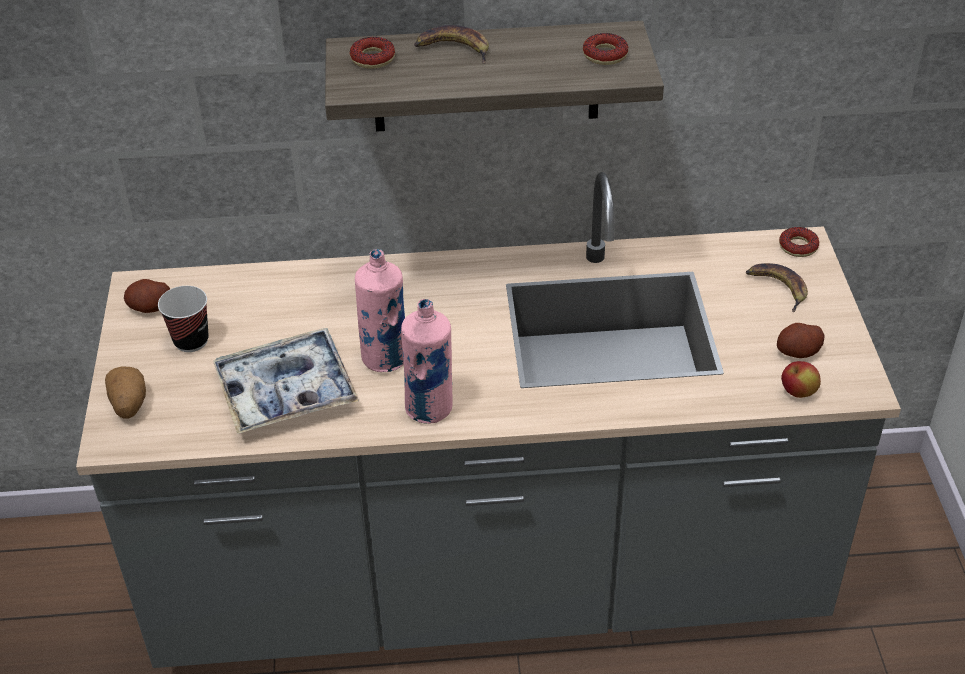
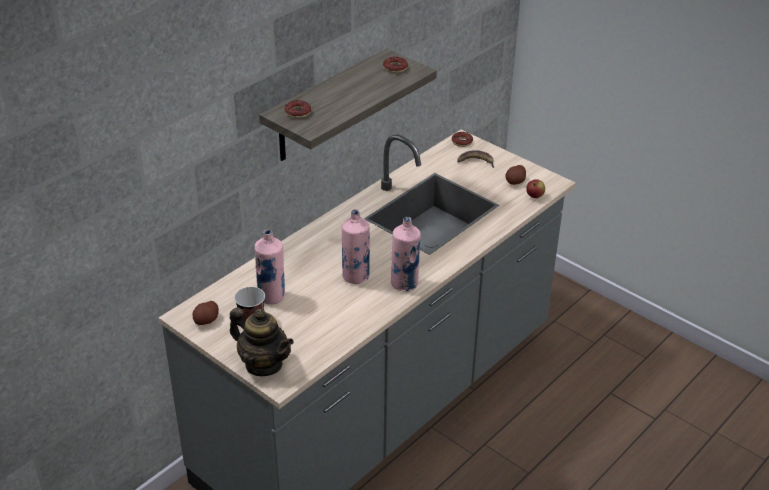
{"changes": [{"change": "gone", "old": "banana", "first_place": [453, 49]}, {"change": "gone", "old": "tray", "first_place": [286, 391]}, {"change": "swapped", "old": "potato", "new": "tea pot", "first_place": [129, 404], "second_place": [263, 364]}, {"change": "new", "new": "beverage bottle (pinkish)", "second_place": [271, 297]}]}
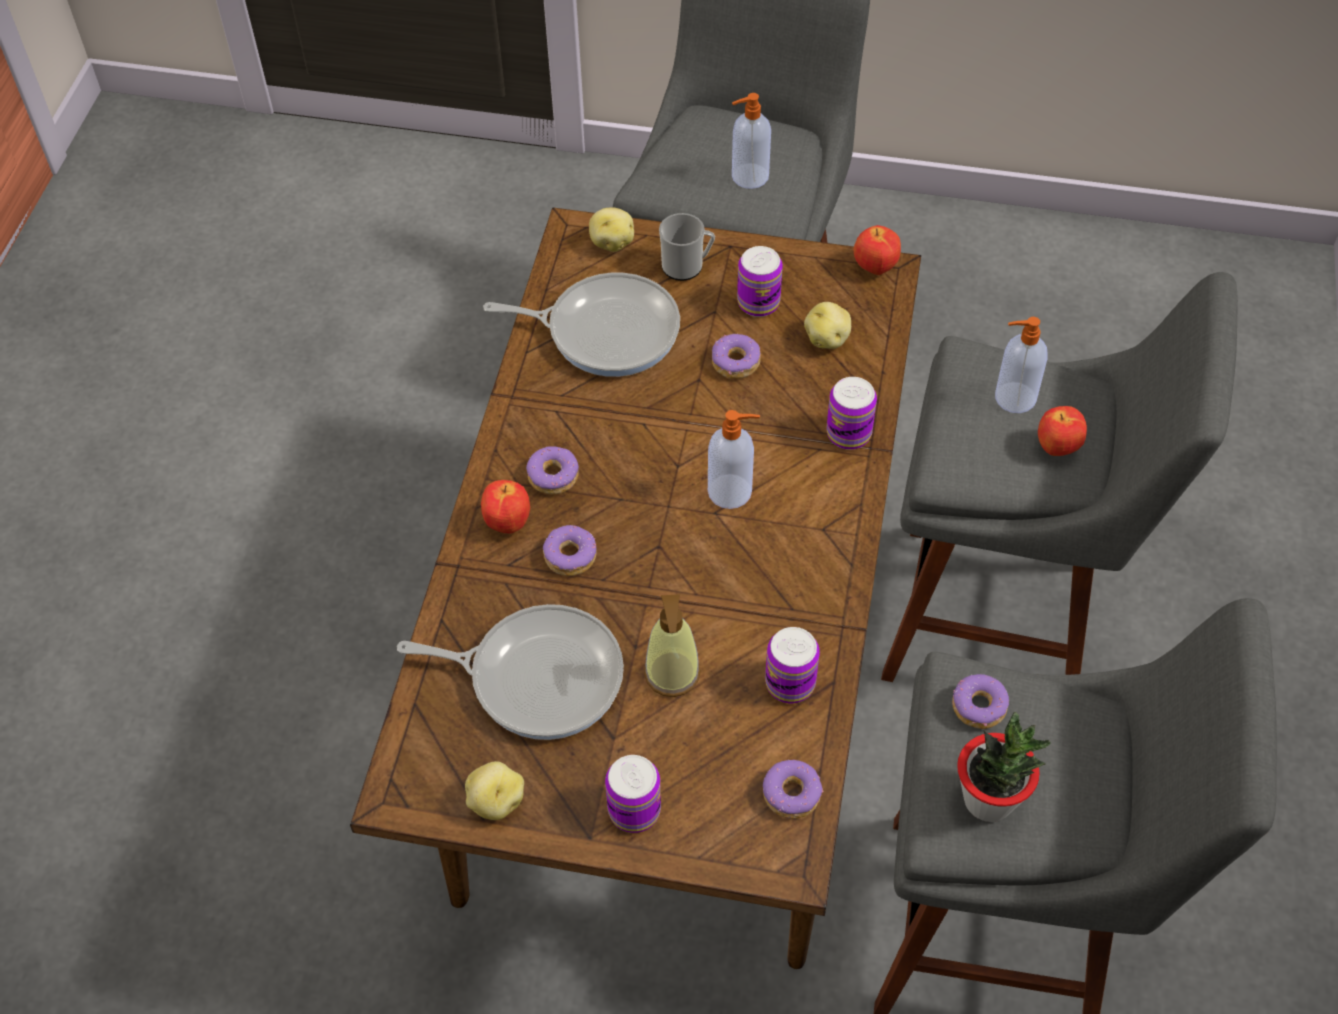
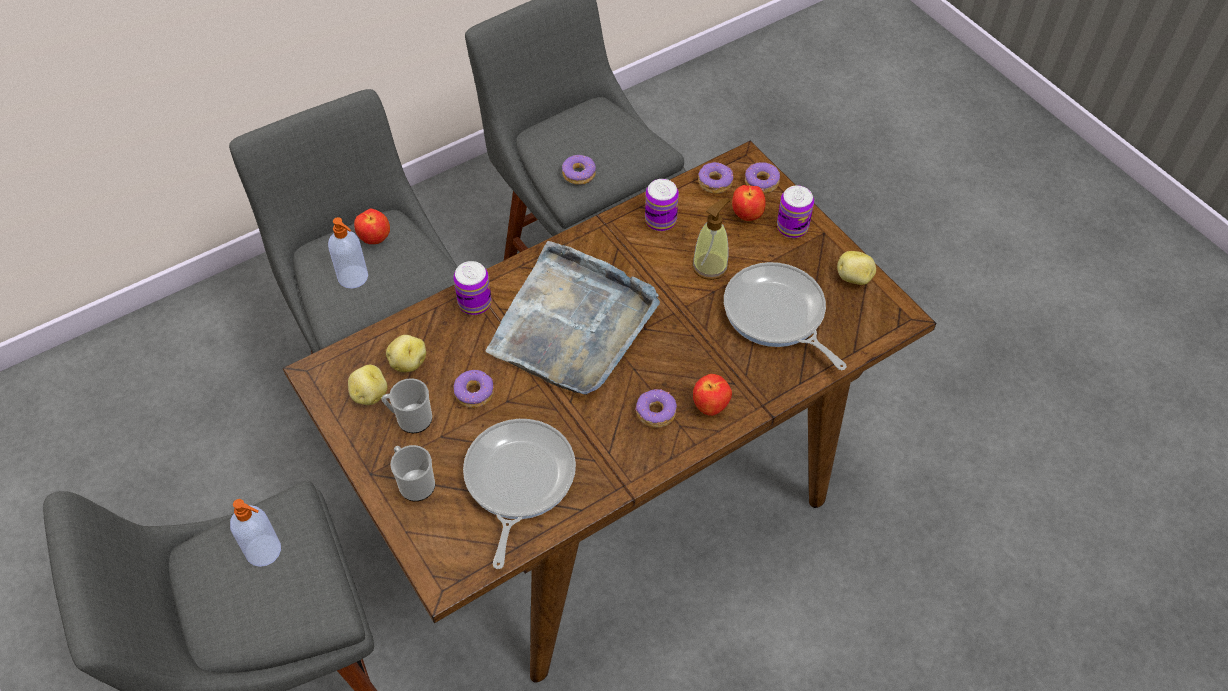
{"changes": [{"change": "shifted", "old": "potato", "first_place": [612, 242], "second_place": [369, 395]}, {"change": "shifted", "old": "apple fruit", "first_place": [874, 268], "second_place": [747, 215]}, {"change": "swapped", "old": "metal can", "new": "tea mug", "first_place": [758, 303], "second_place": [410, 419]}, {"change": "rotated", "old": "pan", "first_place": [606, 330], "second_place": [517, 481], "degrees": 45}, {"change": "swapped", "old": "liquid soap bottle", "new": "tray (gray)", "first_place": [731, 491], "second_place": [573, 324]}, {"change": "shifted", "old": "ring doughnut", "first_place": [570, 556], "second_place": [761, 183]}, {"change": "gone", "old": "potted plant", "first_place": [989, 800]}]}
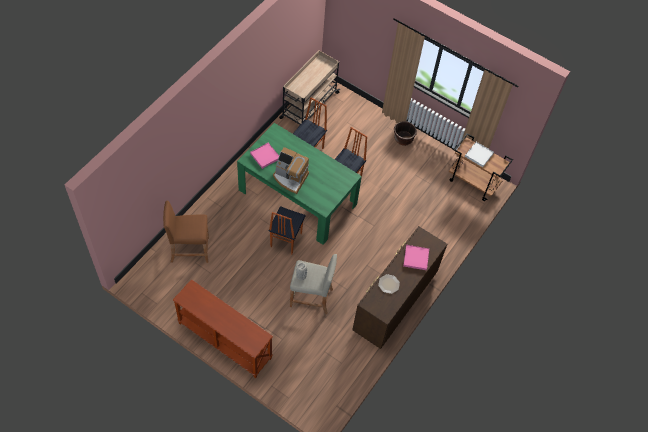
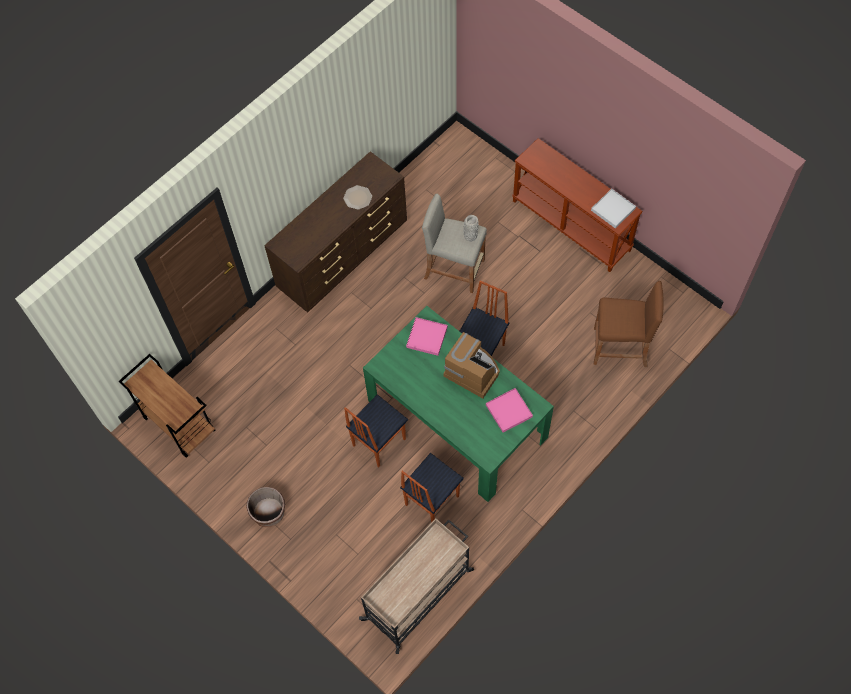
{"changes": [{"change": "shifted", "old": "tray (white)", "first_place": [479, 155], "second_place": [613, 209]}, {"change": "shifted", "old": "tray (pinkish)", "first_place": [416, 258], "second_place": [426, 337]}]}
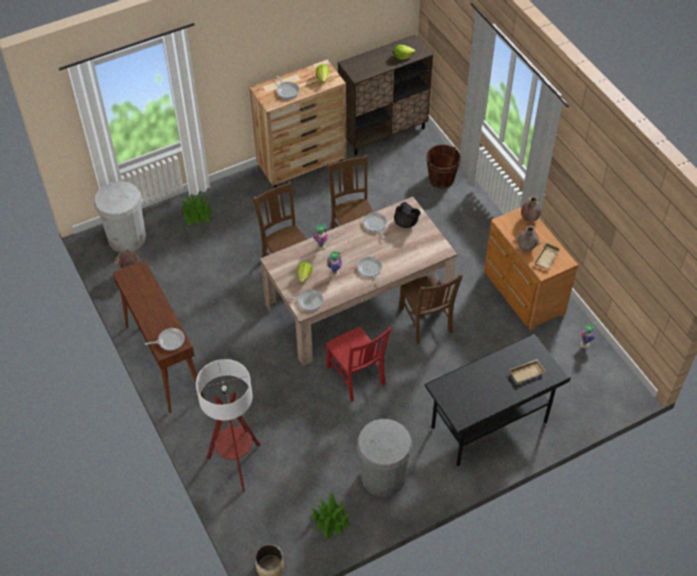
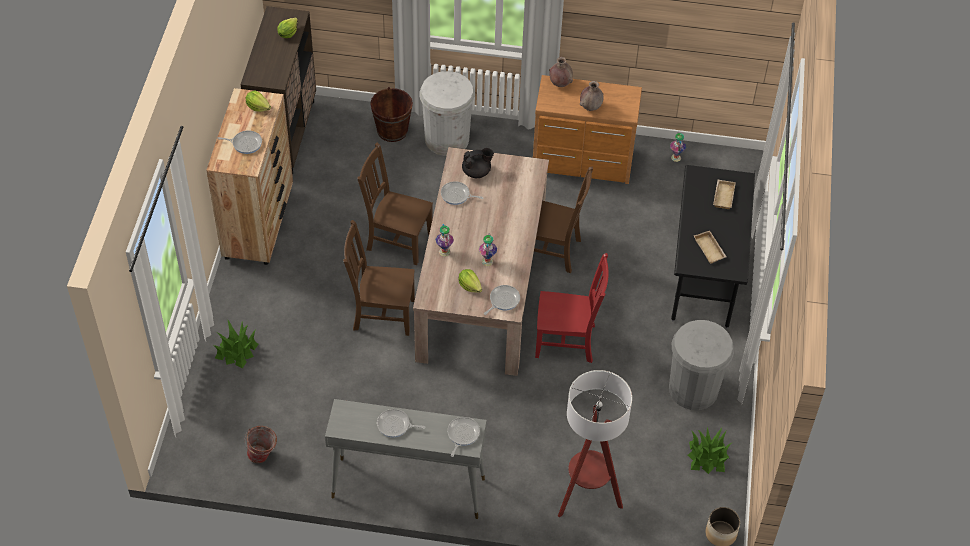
{"changes": [{"change": "shifted", "old": "rubbish bin (white)", "first_place": [127, 238], "second_place": [447, 139]}, {"change": "shifted", "old": "tray (beige)", "first_place": [547, 258], "second_place": [710, 249]}, {"change": "shifted", "old": "pan", "first_place": [370, 269], "second_place": [395, 425]}, {"change": "repainted", "old": "narrow table (brown-coloured)", "new": "narrow table (gray)", "first_place": [164, 361], "second_place": [407, 488]}]}
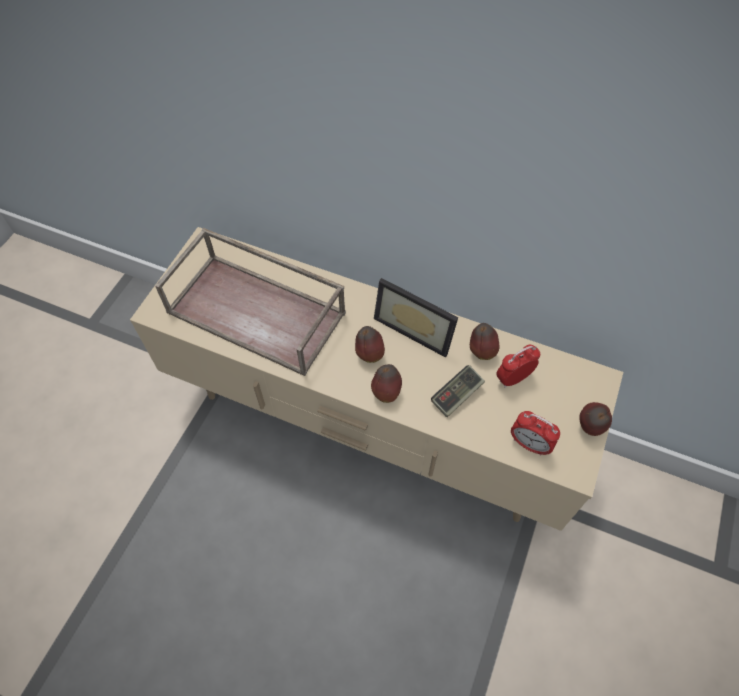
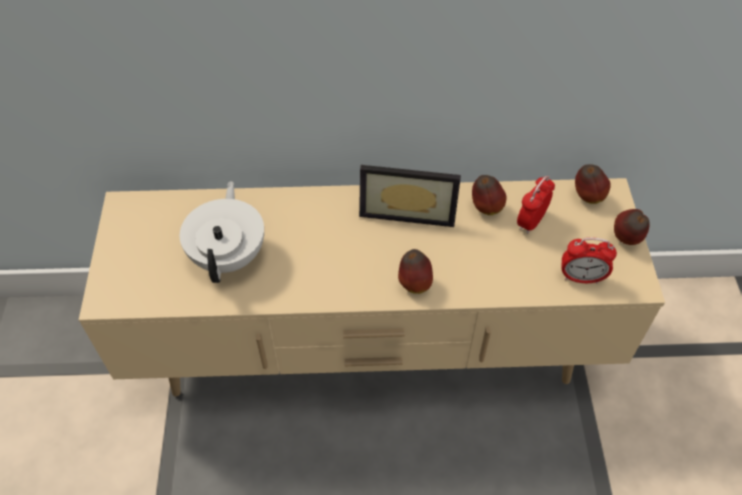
{"changes": [{"change": "swapped", "old": "tray (brown-coloured)", "new": "tea pot (white)", "first_place": [258, 312], "second_place": [229, 255]}, {"change": "shifted", "old": "apple fruit", "first_place": [369, 354], "second_place": [587, 197]}, {"change": "gone", "old": "joypad", "first_place": [457, 395]}]}
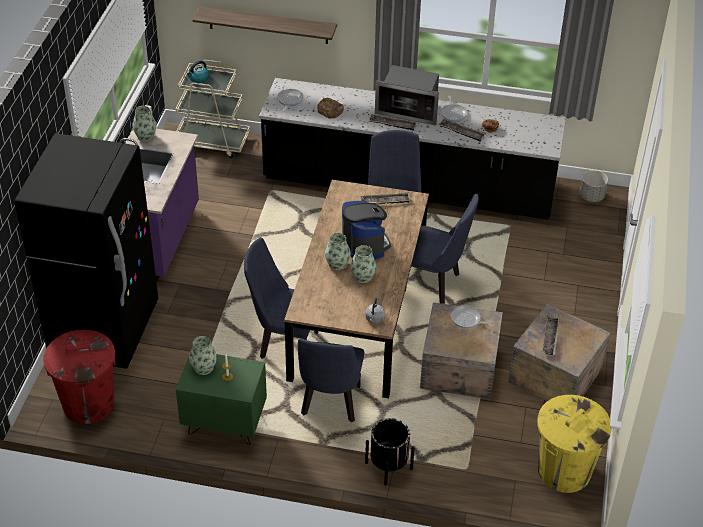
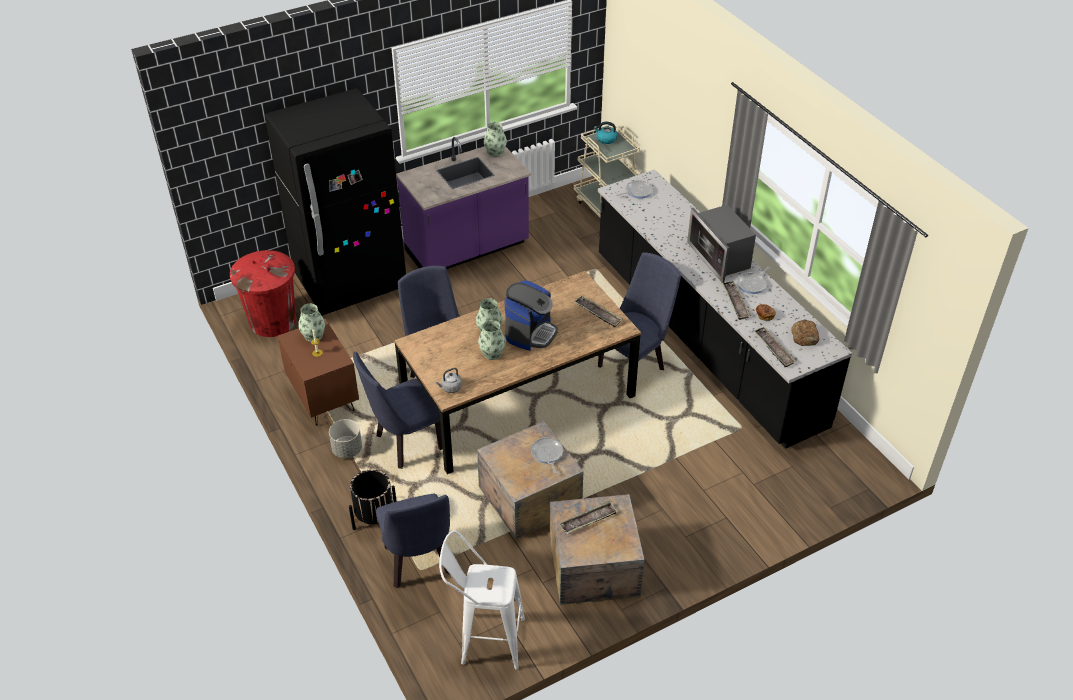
{"changes": [{"change": "gone", "old": "bracket shelf", "first_place": [268, 25]}, {"change": "shifted", "old": "baked bread", "first_place": [330, 110], "second_place": [805, 336]}, {"change": "shifted", "old": "tray", "first_place": [392, 124], "second_place": [774, 349]}, {"change": "shifted", "old": "plant pot (gray)", "first_place": [591, 196], "second_place": [347, 449]}, {"change": "shifted", "old": "plain chair (blue)", "first_place": [436, 284], "second_place": [419, 565]}, {"change": "repainted", "old": "bedside table (greenish)", "new": "bedside table (brown-coloured)", "first_place": [224, 424], "second_place": [323, 399]}, {"change": "swapped", "old": "rubbish bin (yellow-coloured)", "new": "stool (white)", "first_place": [564, 471], "second_place": [484, 639]}]}
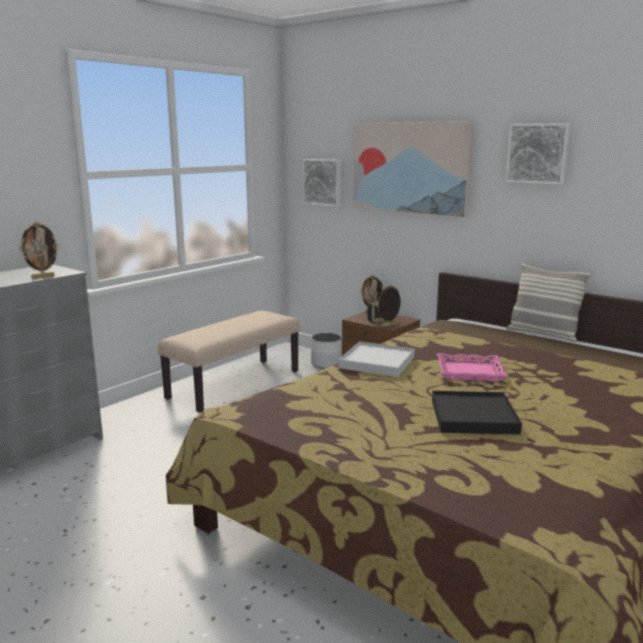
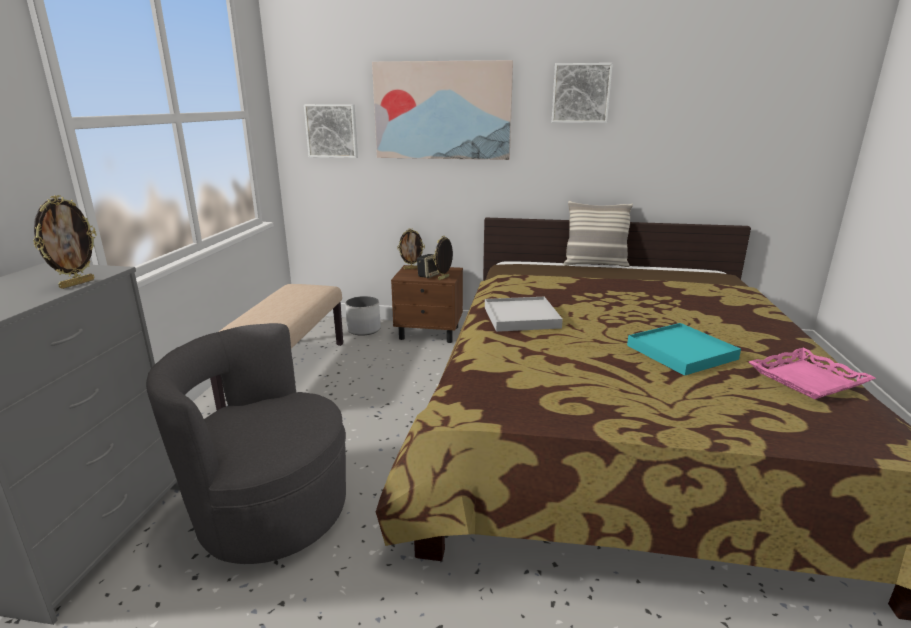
{"changes": [{"change": "shifted", "old": "tray (pinkish)", "first_place": [470, 372], "second_place": [806, 379]}, {"change": "repainted", "old": "tray (black-coloured)", "new": "tray (turquoise-coloured)", "first_place": [473, 416], "second_place": [681, 352]}, {"change": "new", "new": "armchair (gray)", "second_place": [270, 511]}]}
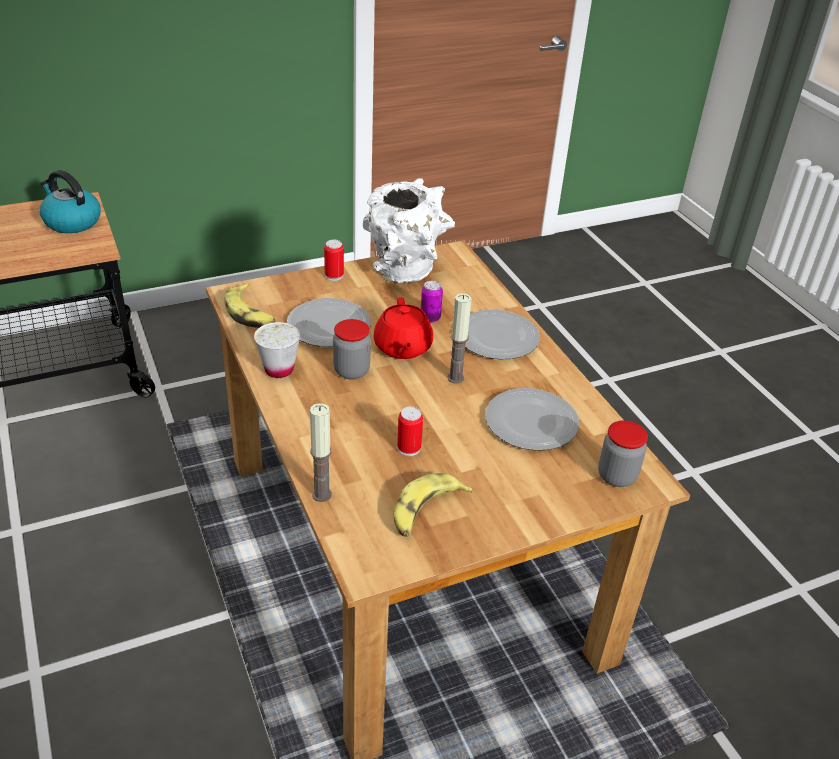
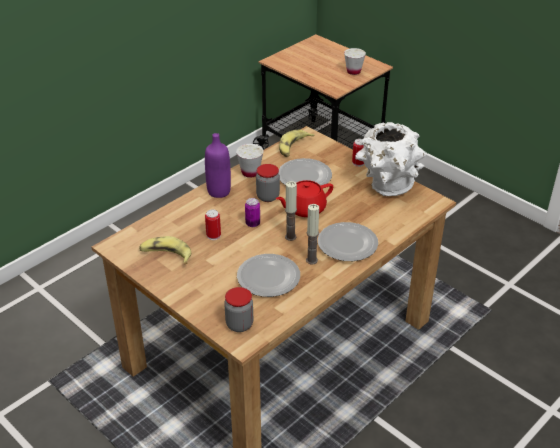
{"changes": [{"change": "swapped", "old": "tea kettle", "new": "small cup (white)", "first_place": [71, 222], "second_place": [353, 71]}, {"change": "shifted", "old": "metal can", "first_place": [430, 318], "second_place": [252, 224]}, {"change": "shifted", "old": "wax light", "first_place": [322, 494], "second_place": [312, 260]}, {"change": "new", "new": "beverage bottle (purple)", "second_place": [219, 191]}]}
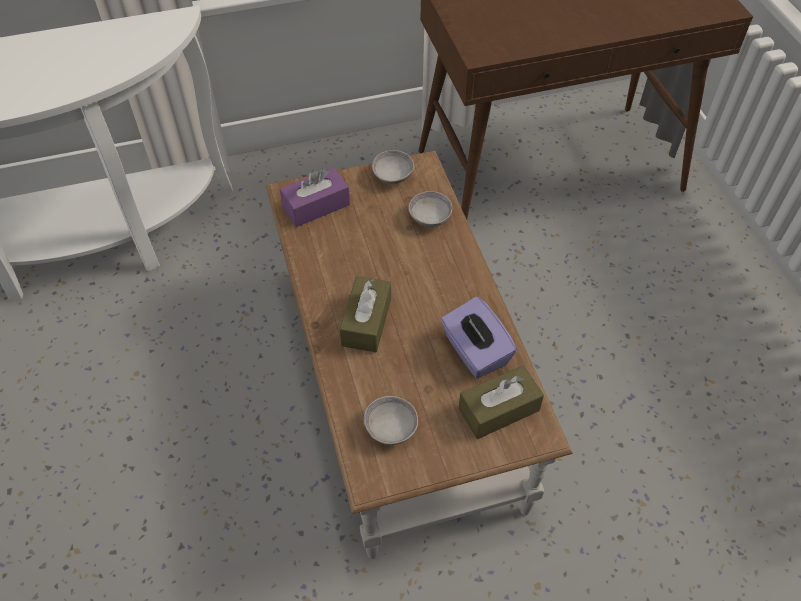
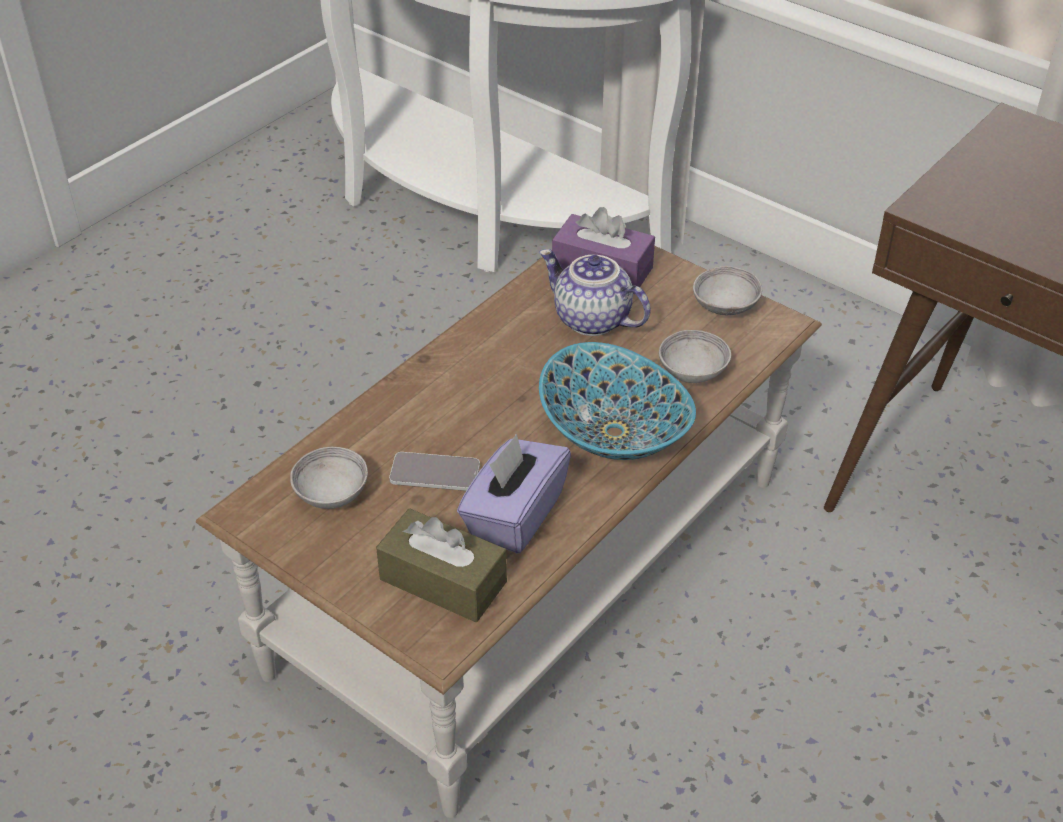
{"changes": [{"change": "gone", "old": "box of tissues (brown-coloured)", "first_place": [366, 322]}, {"change": "new", "new": "tea pot", "second_place": [590, 320]}, {"change": "new", "new": "deep dish", "second_place": [613, 434]}, {"change": "new", "new": "phone", "second_place": [435, 473]}]}
